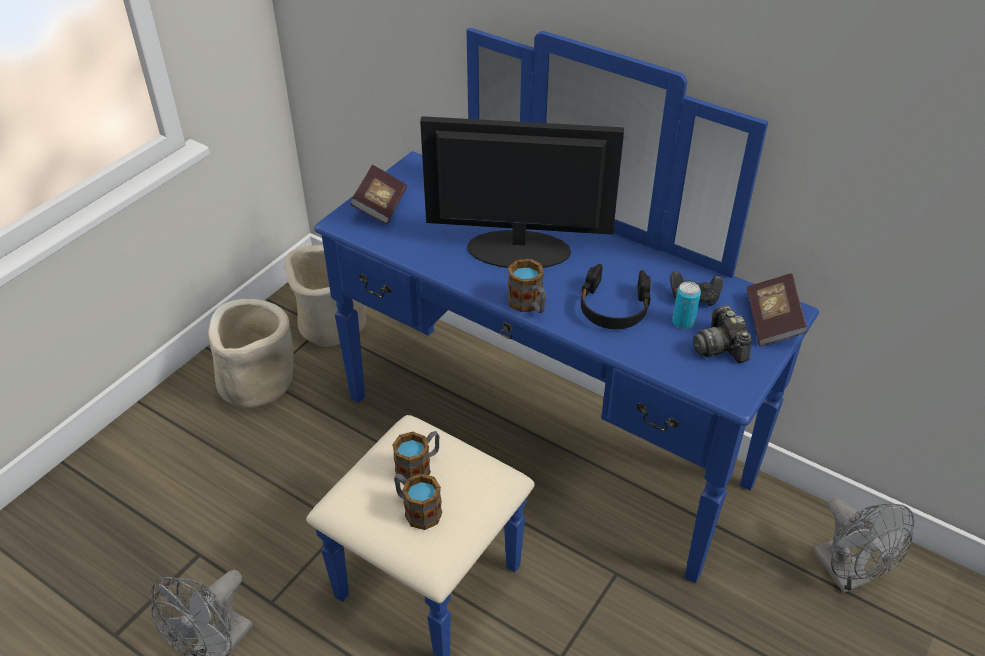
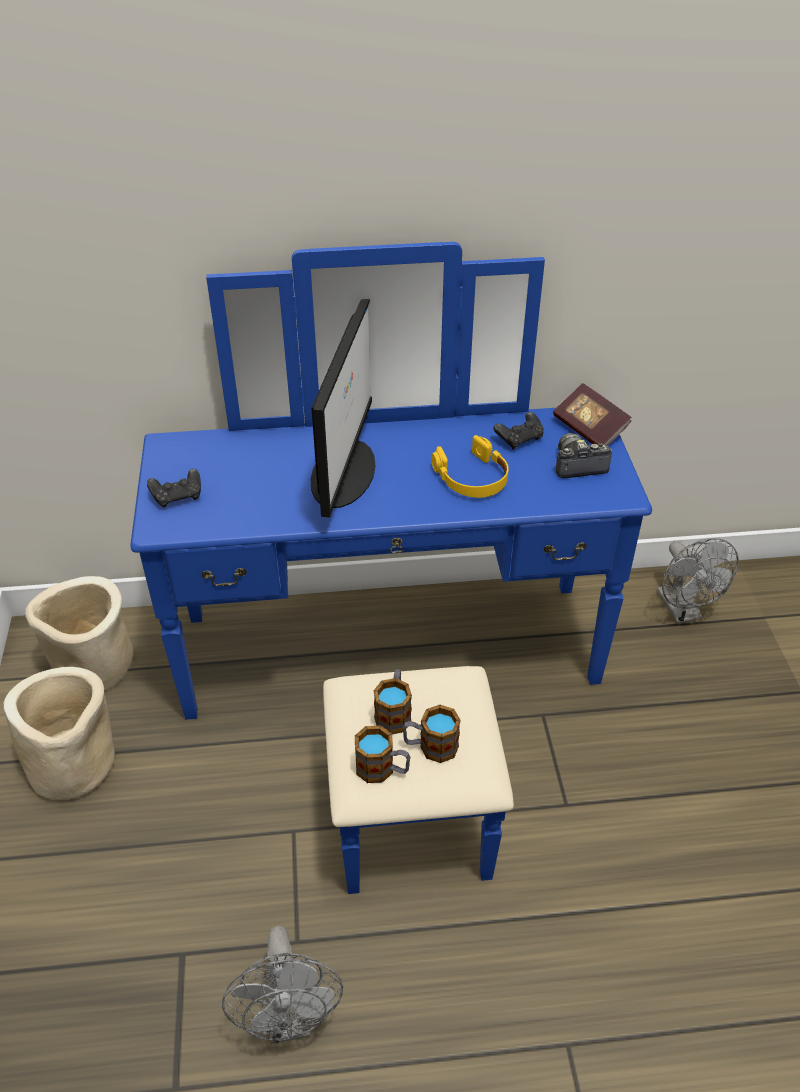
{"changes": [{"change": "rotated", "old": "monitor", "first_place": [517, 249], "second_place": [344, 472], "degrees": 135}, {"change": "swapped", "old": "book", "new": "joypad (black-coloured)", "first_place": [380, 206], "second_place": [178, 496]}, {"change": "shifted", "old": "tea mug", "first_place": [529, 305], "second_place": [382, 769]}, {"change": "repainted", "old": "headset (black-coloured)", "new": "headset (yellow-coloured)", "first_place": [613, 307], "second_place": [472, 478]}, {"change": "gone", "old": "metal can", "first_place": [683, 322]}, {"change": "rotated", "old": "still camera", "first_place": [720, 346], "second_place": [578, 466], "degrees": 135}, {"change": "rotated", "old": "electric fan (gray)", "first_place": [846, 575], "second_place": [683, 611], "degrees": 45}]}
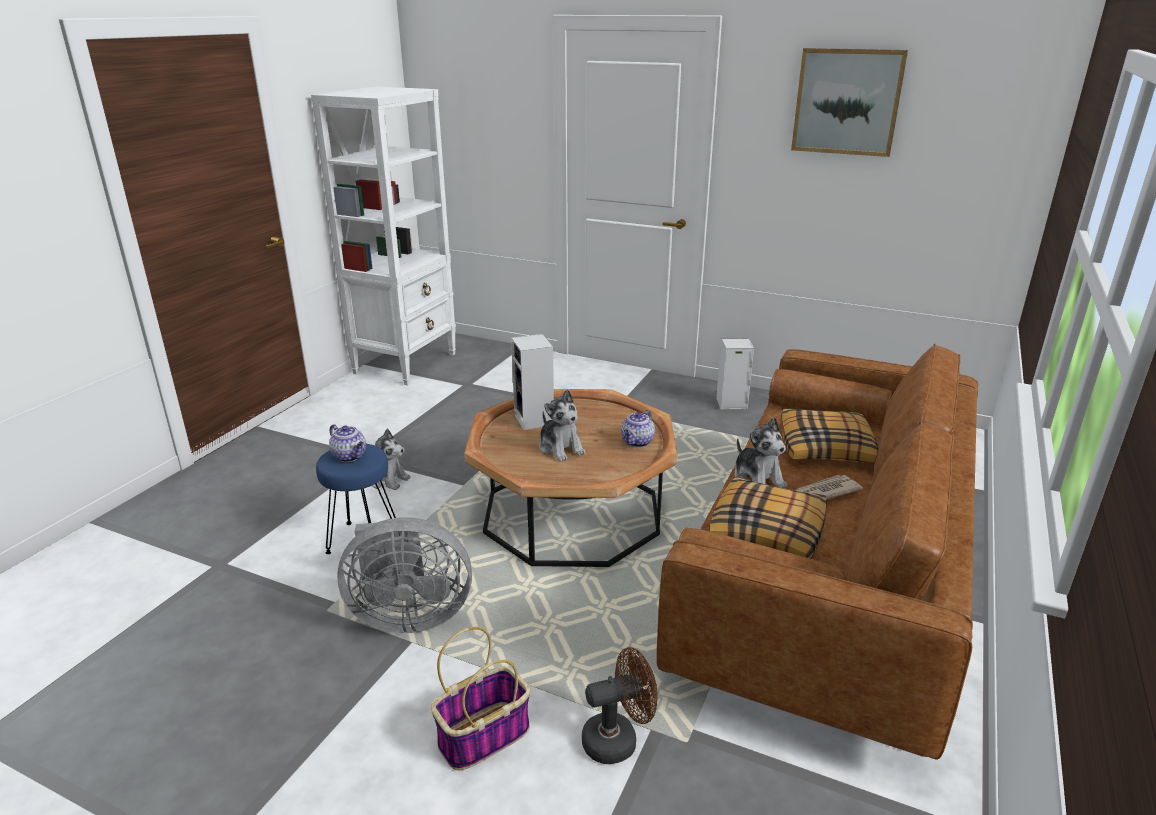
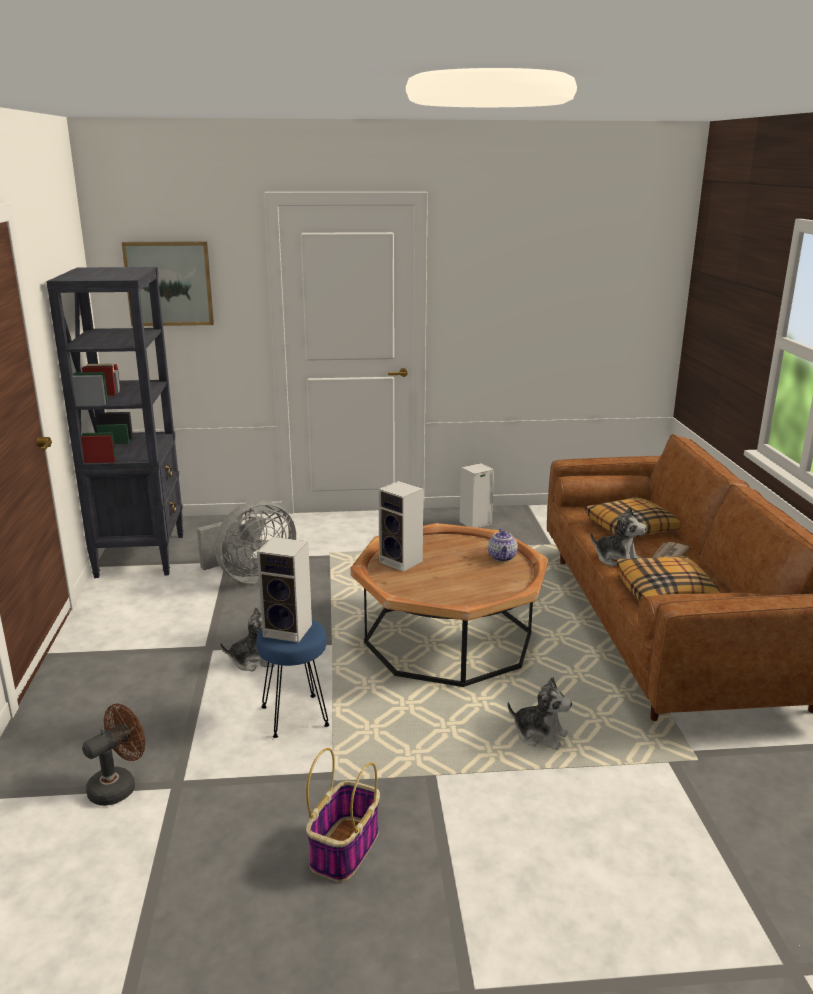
{"changes": [{"change": "shifted", "old": "picture", "first_place": [847, 102], "second_place": [169, 283]}, {"change": "repainted", "old": "bookshelf (white)", "new": "bookshelf (black-coloured)", "first_place": [406, 363], "second_place": [141, 555]}, {"change": "shifted", "old": "plush toy", "first_place": [560, 448], "second_place": [539, 734]}, {"change": "swapped", "old": "tea pot", "new": "speaker", "first_place": [350, 456], "second_place": [289, 630]}, {"change": "shifted", "old": "electric fan (gray)", "first_place": [408, 615], "second_place": [250, 577]}, {"change": "shifted", "old": "storage basket", "first_place": [484, 735], "second_place": [345, 848]}, {"change": "shifted", "old": "electric fan (brown-coloured)", "first_place": [618, 739], "second_place": [118, 786]}]}
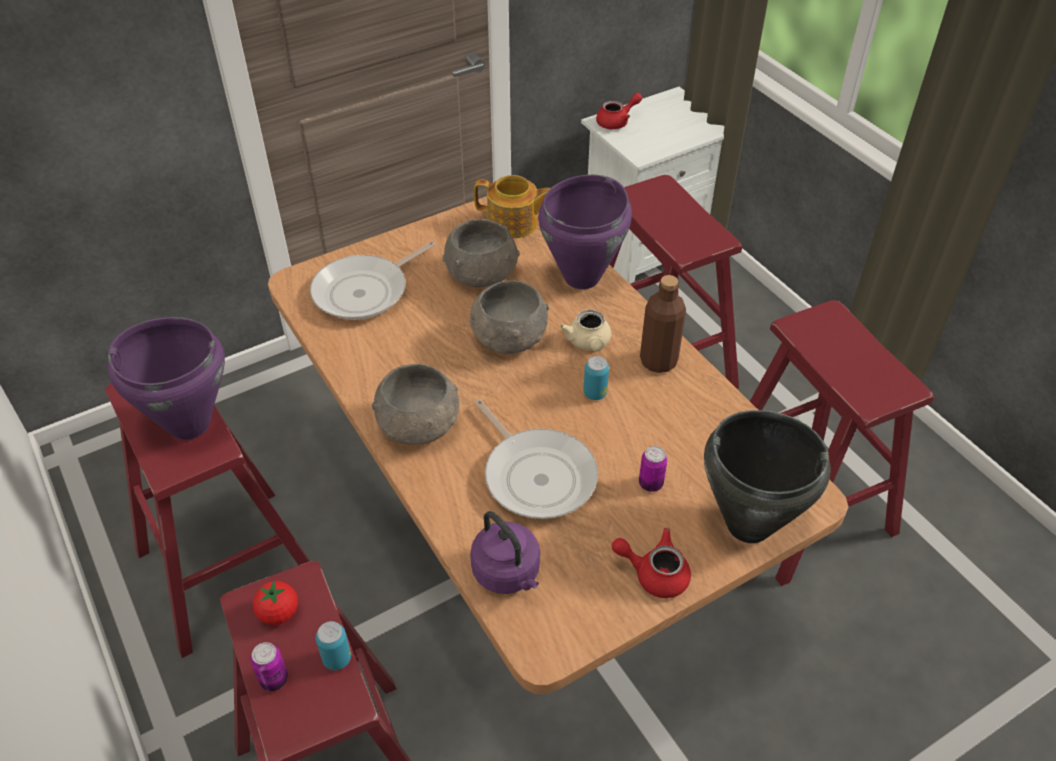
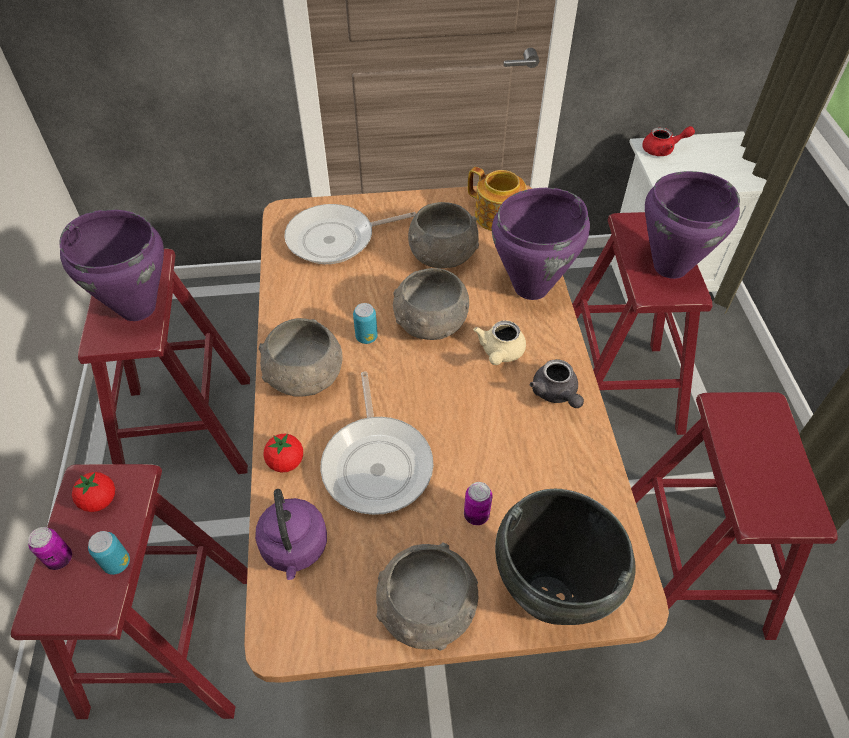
{"changes": [{"change": "swapped", "old": "beverage bottle (brown-coloured)", "new": "tea pot (gray)", "first_place": [658, 361], "second_place": [556, 394]}, {"change": "shifted", "old": "metal can", "first_place": [595, 393], "second_place": [366, 337]}, {"change": "swapped", "old": "tea pot (red-coloured)", "new": "deep dish (gray)", "first_place": [654, 573], "second_place": [425, 609]}, {"change": "new", "new": "cooking pot (purple)", "second_place": [669, 266]}, {"change": "new", "new": "whole tomato", "second_place": [286, 462]}]}
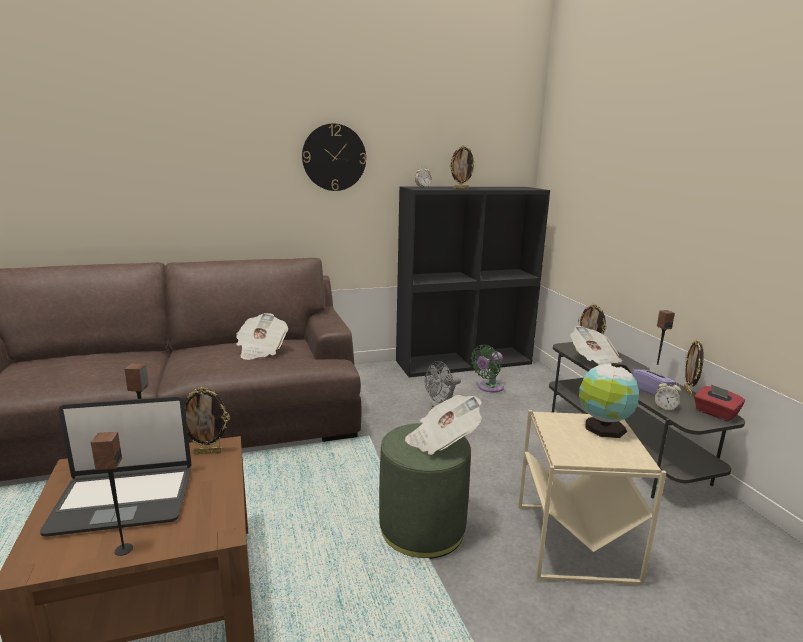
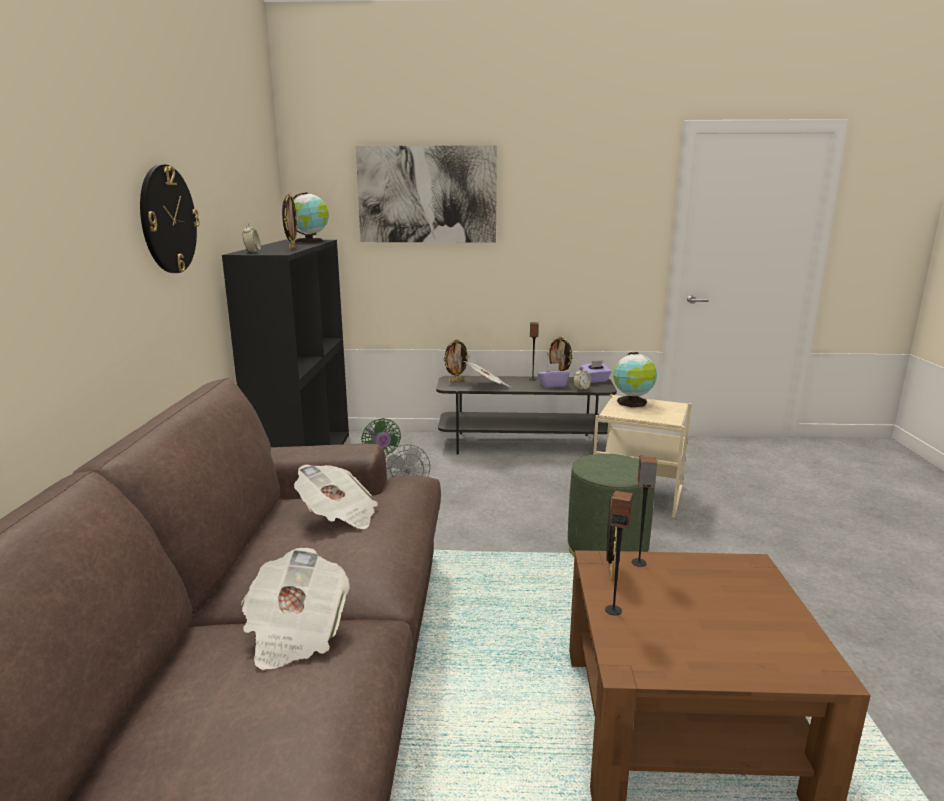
{"changes": [{"change": "repainted", "old": "box of tissues (red-coloured)", "new": "box of tissues (purple)", "first_place": [715, 413], "second_place": [595, 380]}, {"change": "shifted", "old": "newspaper", "first_place": [442, 441], "second_place": [295, 632]}, {"change": "gone", "old": "notebook computer", "first_place": [124, 499]}, {"change": "shifted", "old": "speaker", "first_place": [123, 549], "second_place": [639, 563]}, {"change": "new", "new": "picture", "second_place": [427, 194]}, {"change": "new", "new": "desk globe", "second_place": [311, 241]}]}
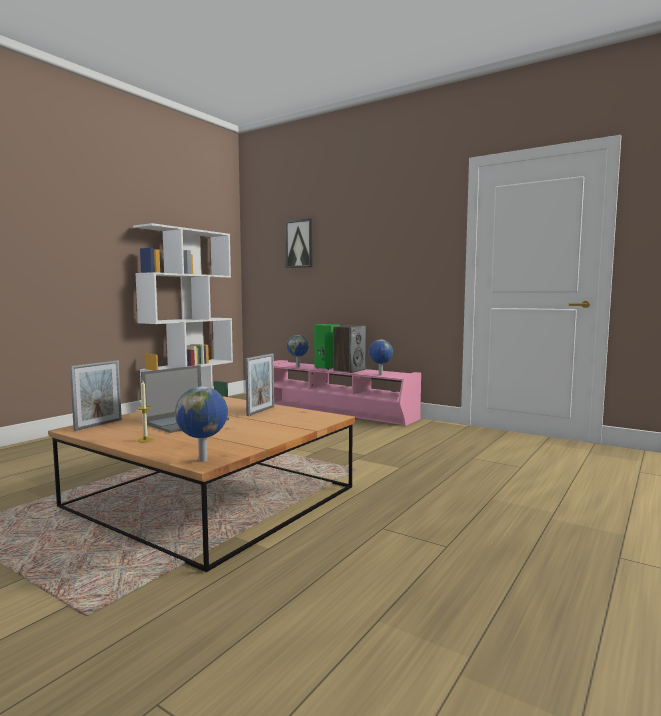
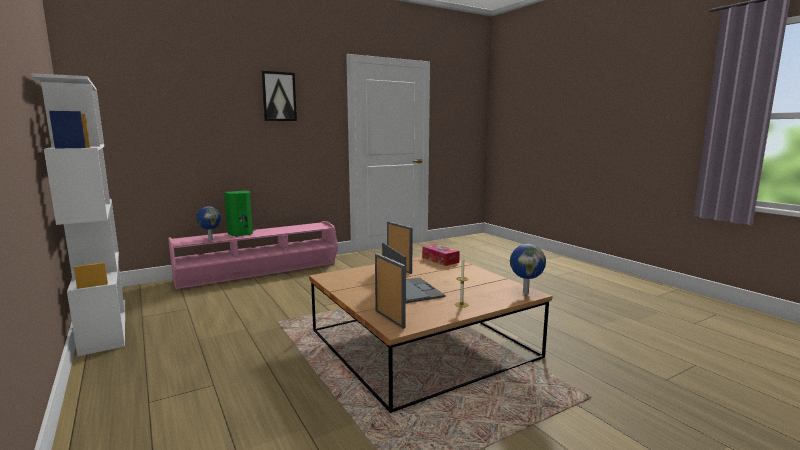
{"changes": [{"change": "shifted", "old": "picture", "first_place": [299, 244], "second_place": [279, 96]}, {"change": "gone", "old": "speaker", "first_place": [349, 370]}, {"change": "gone", "old": "desk globe", "first_place": [380, 375]}, {"change": "new", "new": "box of tissues", "second_place": [440, 260]}]}
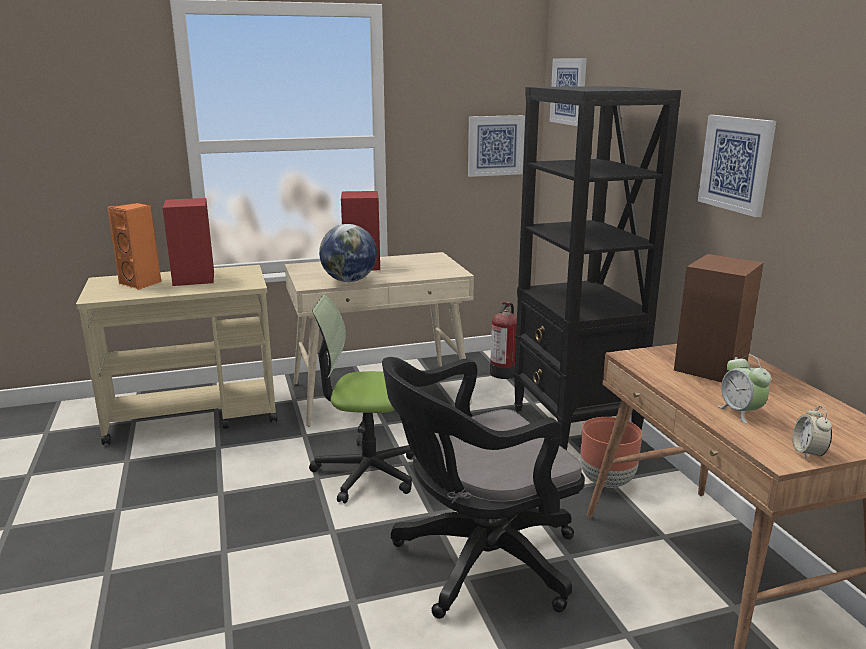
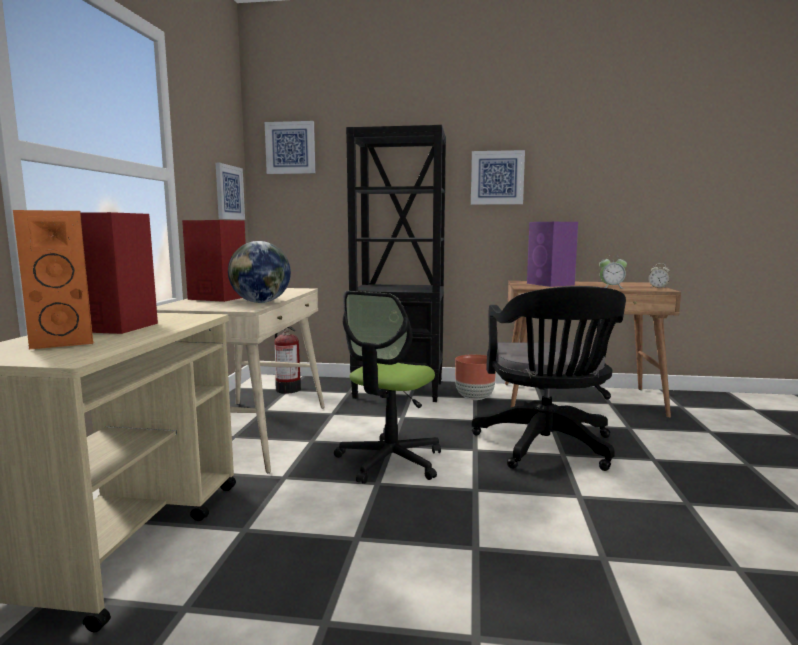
{"changes": [{"change": "repainted", "old": "speaker (brown-coloured)", "new": "speaker (purple)", "first_place": [710, 368], "second_place": [551, 284]}]}
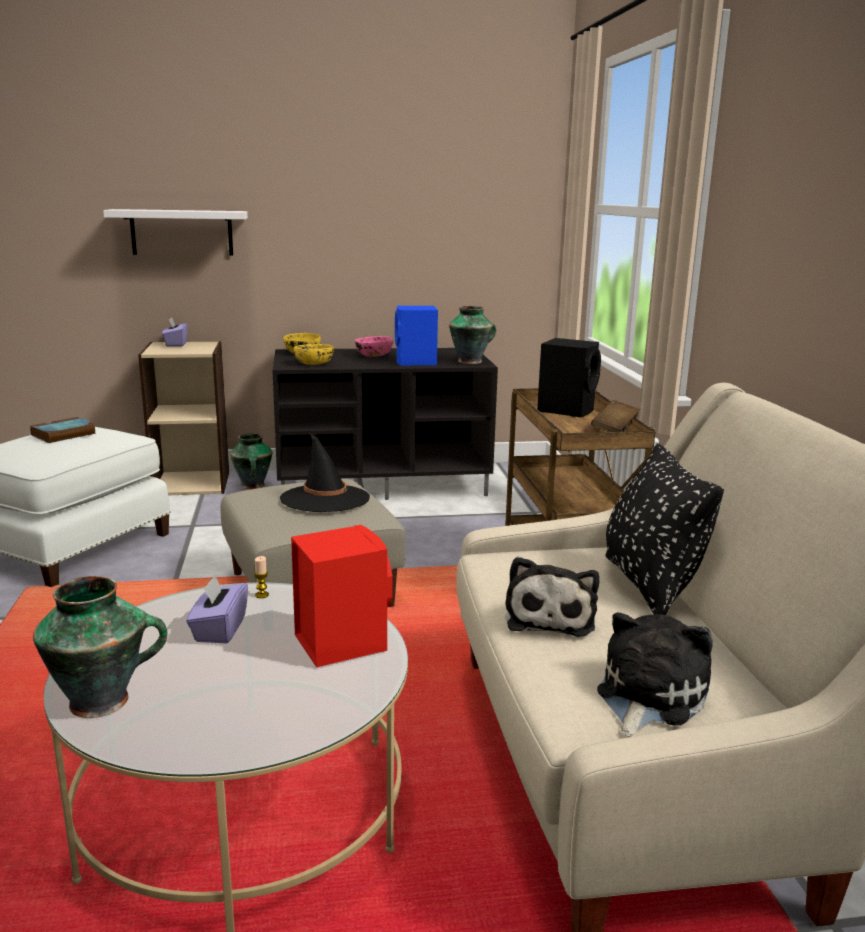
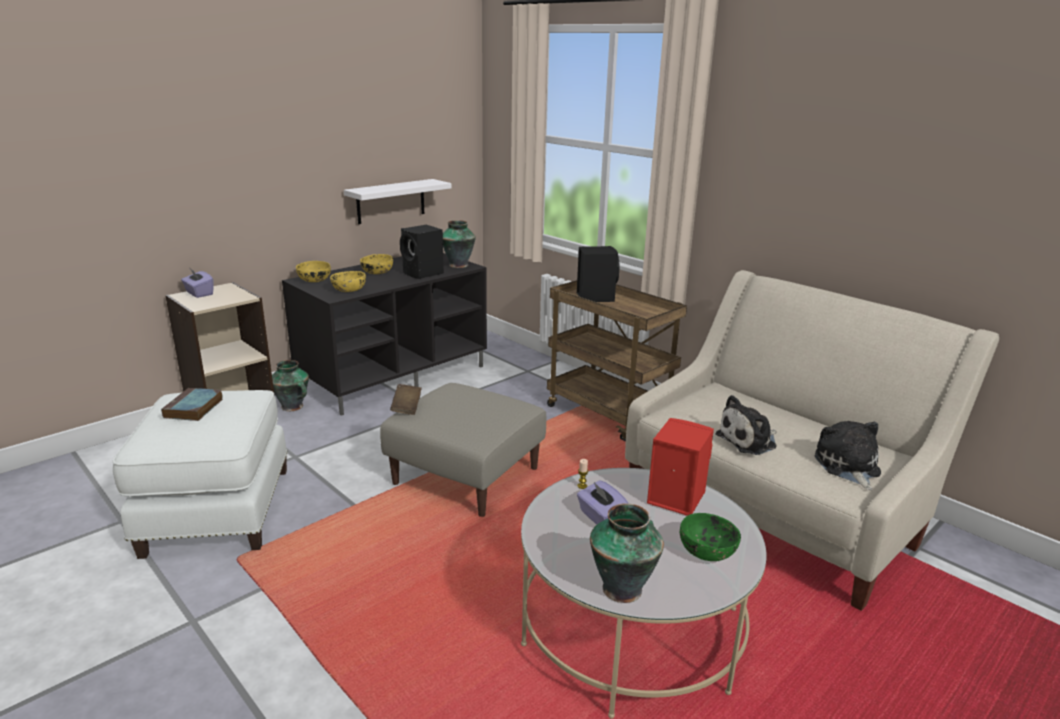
{"changes": [{"change": "shifted", "old": "bracket shelf (white)", "first_place": [182, 232], "second_place": [391, 201]}, {"change": "repainted", "old": "speaker (blue)", "new": "speaker (black-coloured)", "first_place": [416, 362], "second_place": [423, 274]}, {"change": "repainted", "old": "deep dish (pinkish)", "new": "deep dish (yellow-coloured)", "first_place": [373, 355], "second_place": [377, 272]}, {"change": "shifted", "old": "book (brown-coloured)", "first_place": [615, 429], "second_place": [406, 407]}, {"change": "gone", "old": "clothing hat (black-coloured)", "first_place": [325, 499]}, {"change": "gone", "old": "throw pillow (black-coloured)", "first_place": [649, 585]}, {"change": "rotated", "old": "plush toy", "first_place": [550, 617], "second_place": [749, 441], "degrees": 90}, {"change": "new", "new": "deep dish (greenish)", "second_place": [707, 551]}]}
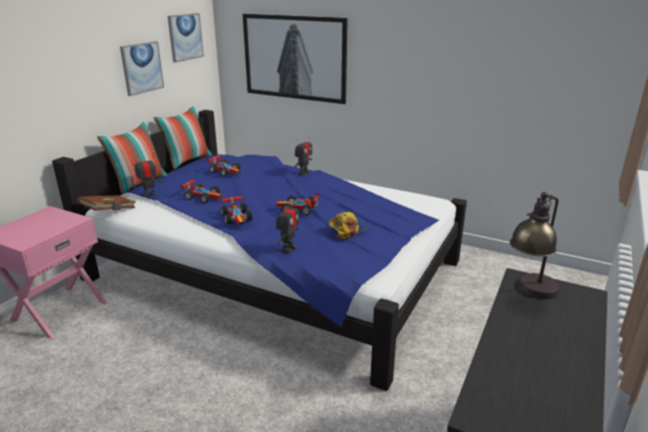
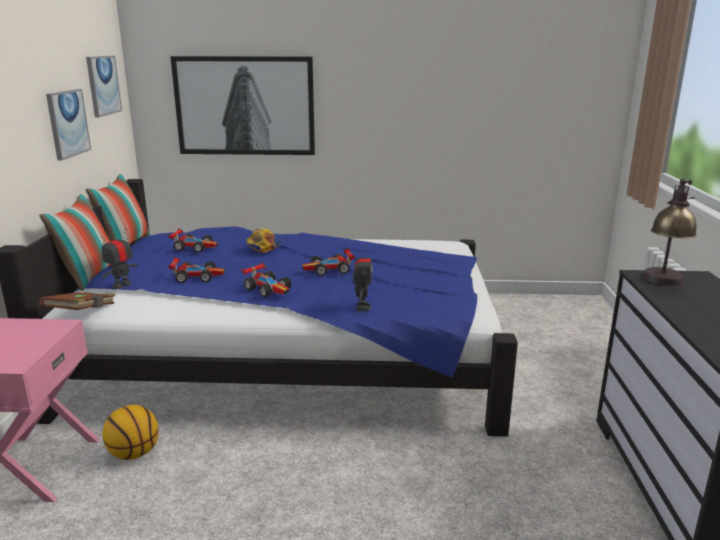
{"changes": [{"change": "gone", "old": "robot figure", "first_place": [303, 173]}, {"change": "shifted", "old": "baseball cap", "first_place": [347, 229], "second_place": [264, 246]}, {"change": "new", "new": "basketball", "second_place": [134, 453]}]}
